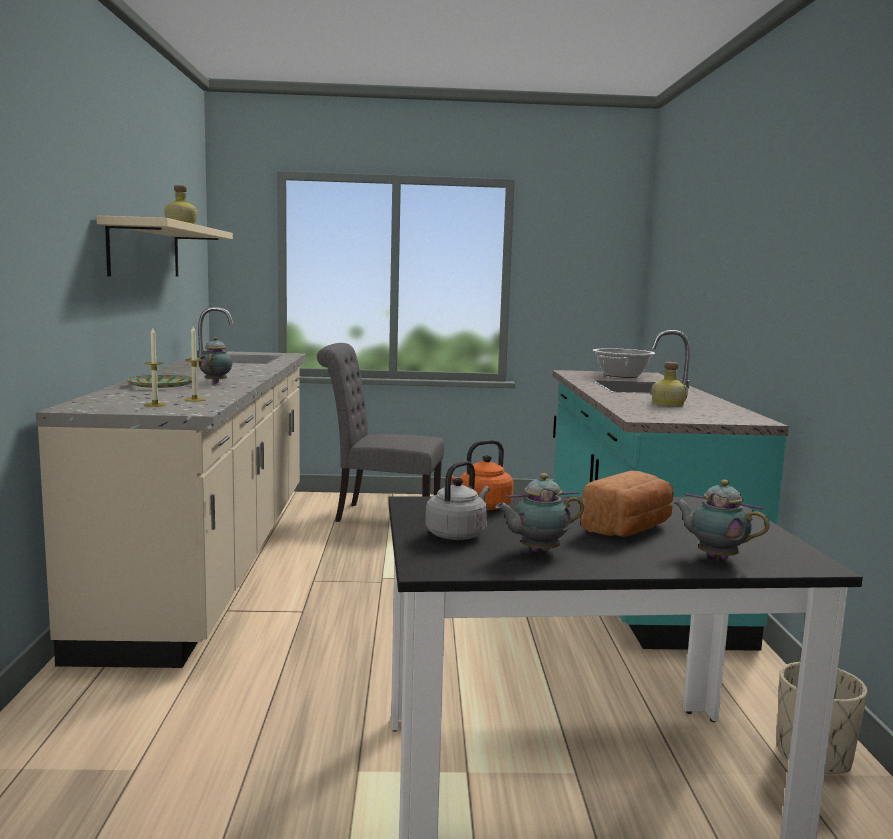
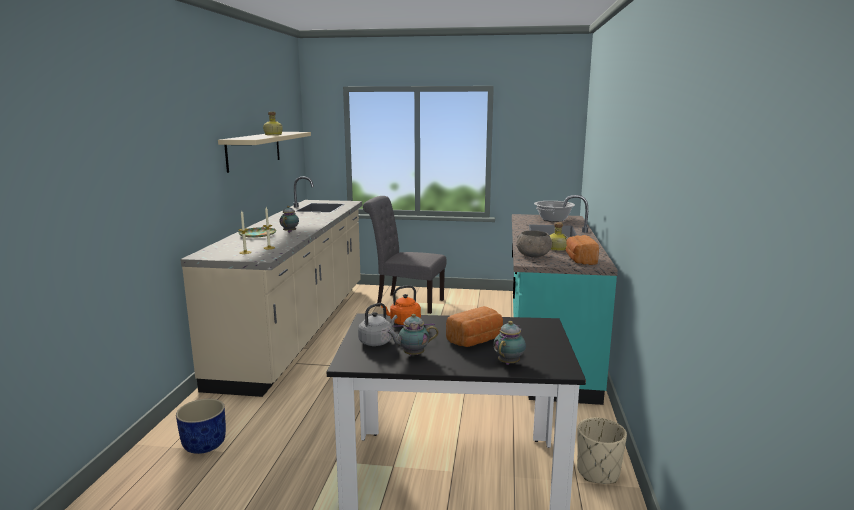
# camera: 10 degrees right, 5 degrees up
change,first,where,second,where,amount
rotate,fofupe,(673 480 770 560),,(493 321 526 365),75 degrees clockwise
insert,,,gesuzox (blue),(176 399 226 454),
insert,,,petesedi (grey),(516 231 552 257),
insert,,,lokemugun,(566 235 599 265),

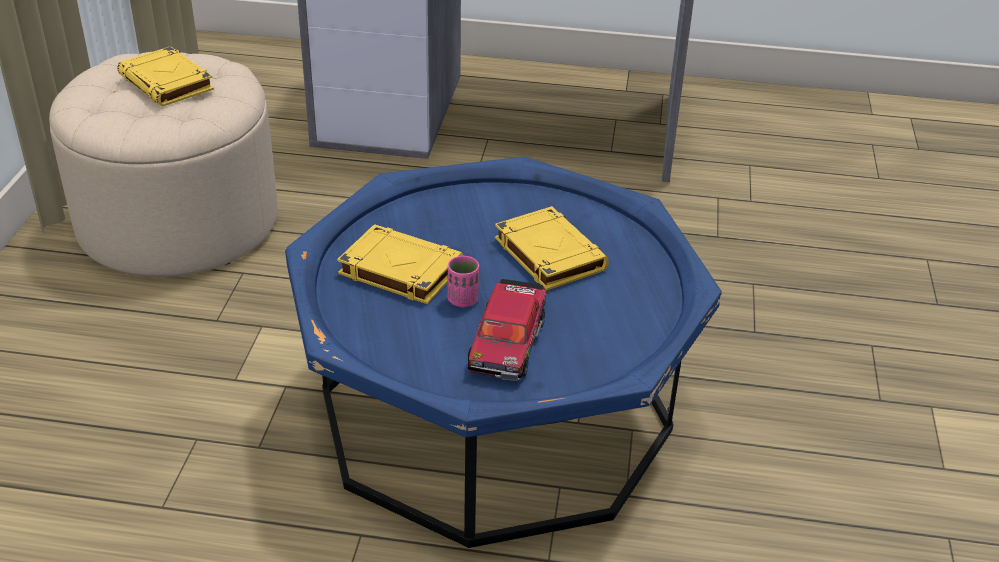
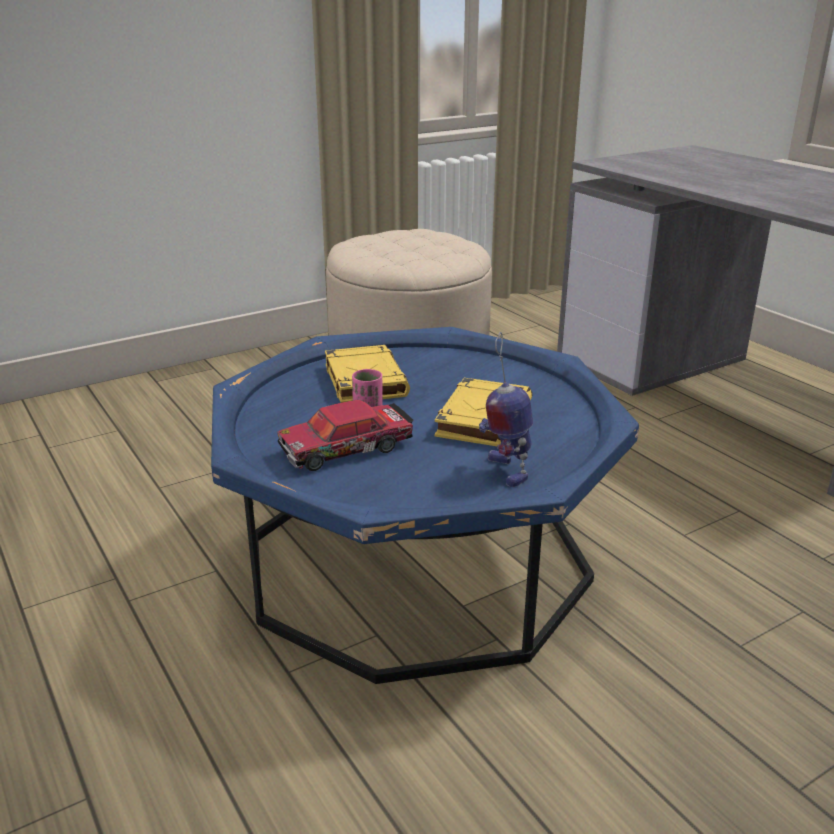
# camera: 50 degrees right, 10 degrees down
change,first,where,second,where,amount
delete,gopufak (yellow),(118 46 214 107),,,
insert,,,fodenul,(479 332 533 487),

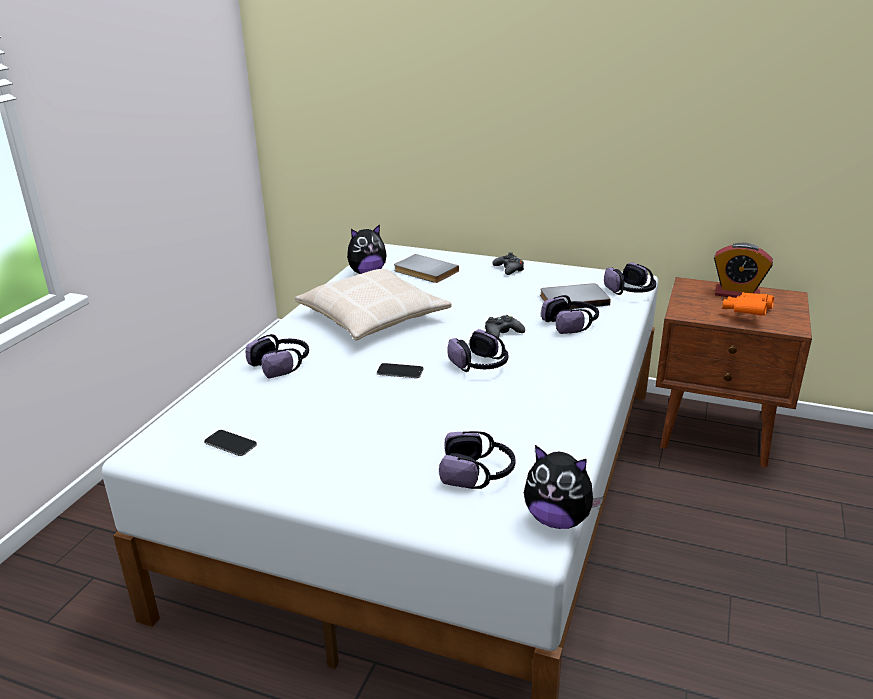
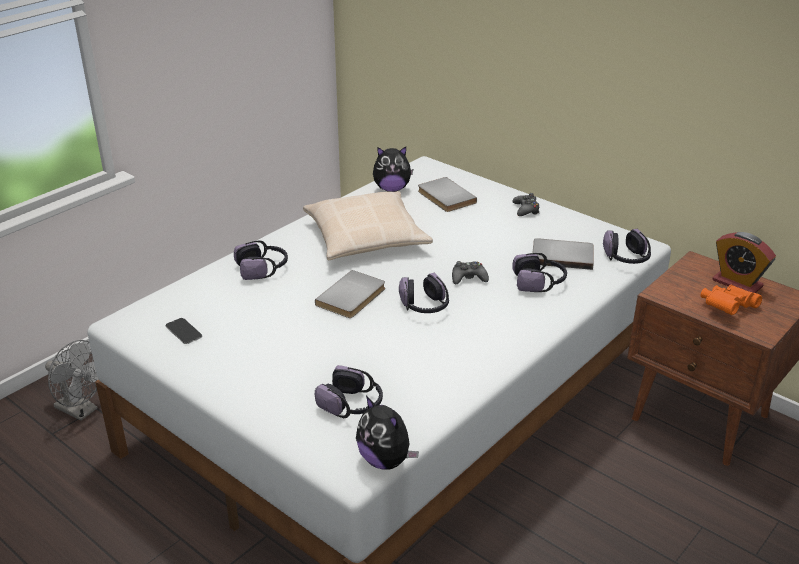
# camera: 20 degrees right, 5 degrees up
change,first,where,second,where,amount
replace,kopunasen,(377 363 423 378),gopufak (grey),(315 270 385 318),
insert,,,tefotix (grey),(45 340 99 421),

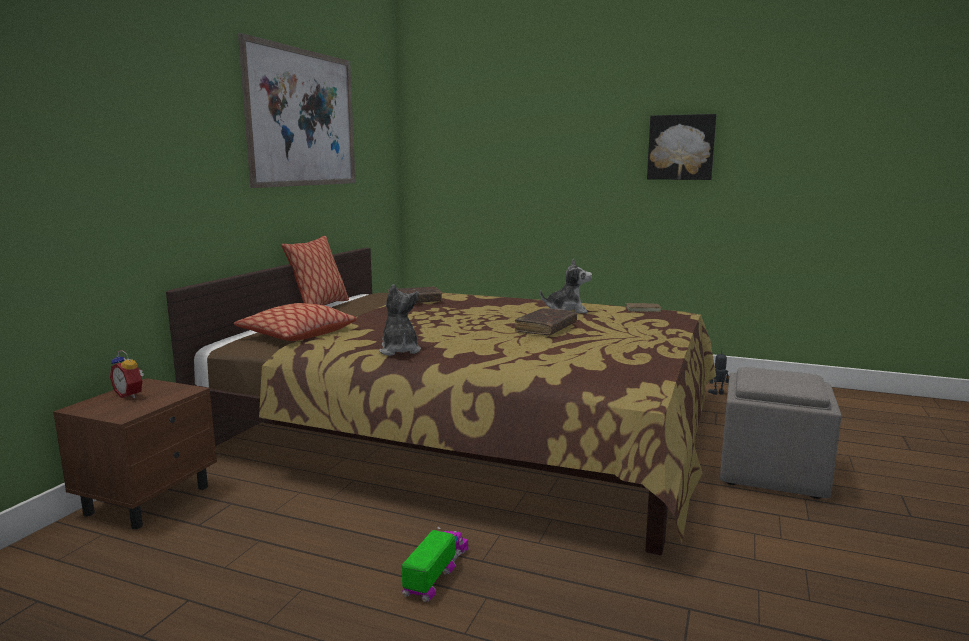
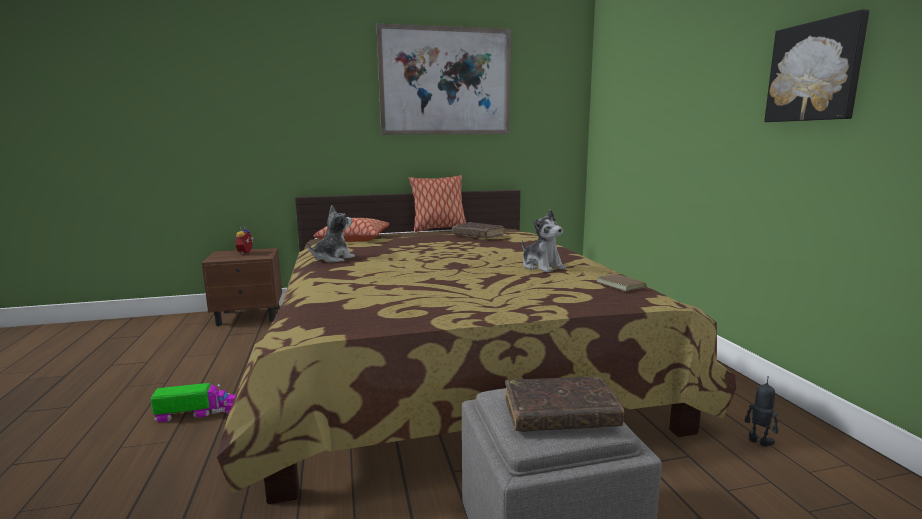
# camera: 55 degrees right, 0 degrees up
change,first,where,second,where,amount
move,gopufak (brown),(515 308 577 335),,(505 377 625 432),

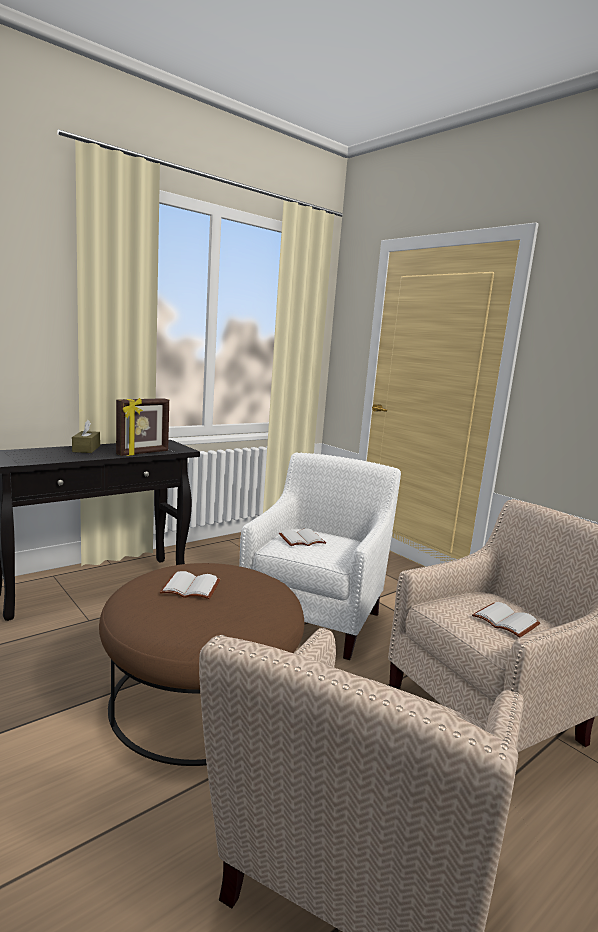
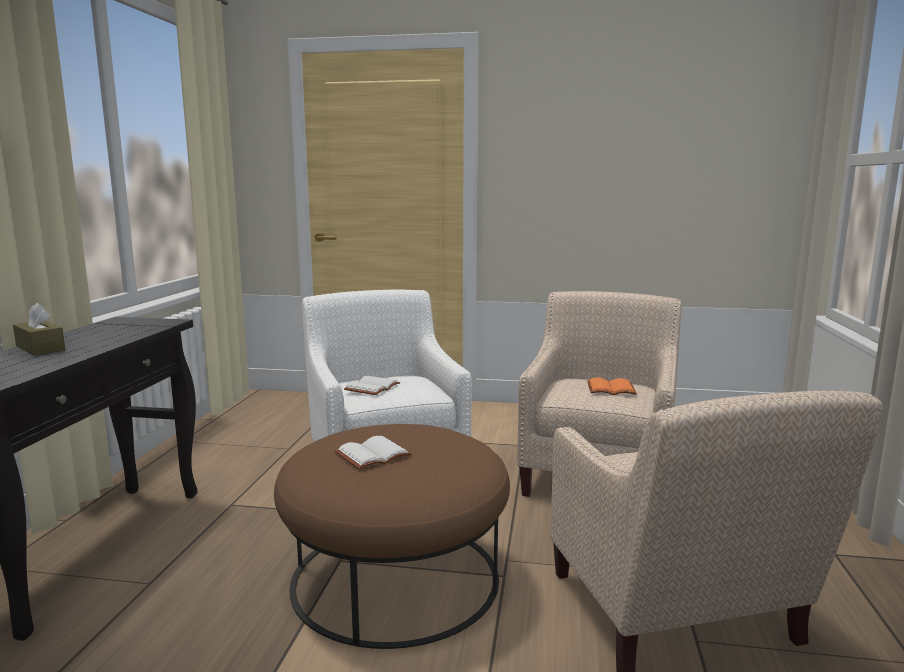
# camera: 40 degrees left, 0 degrees up
change,first,where,second,where,amount
delete,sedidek,(116 398 169 456),,,
recolor,gopufak (white),(472 602 540 638),gopufak (orange),(587 377 637 395),

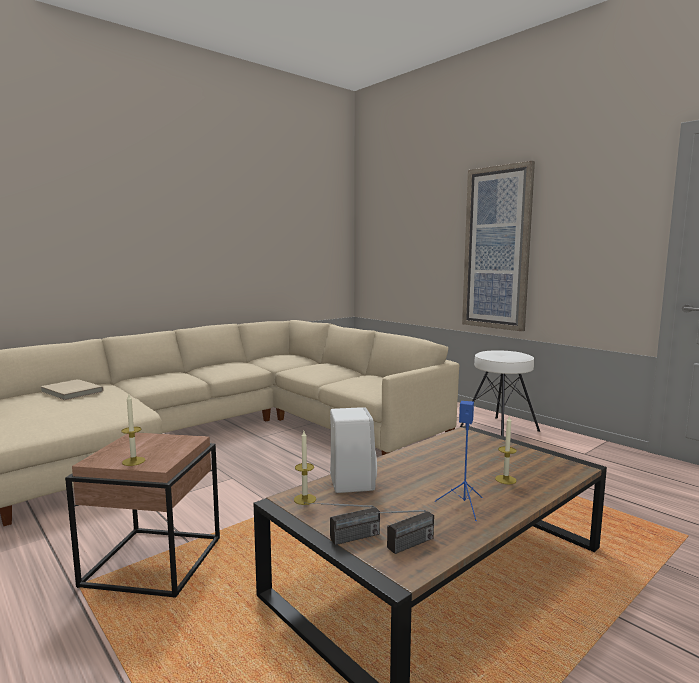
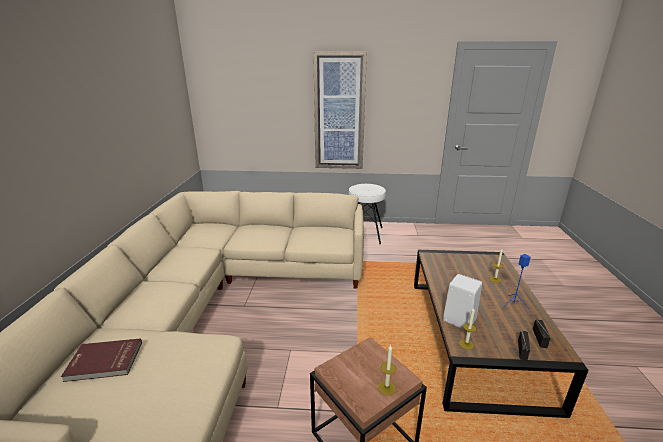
# camera: 45 degrees left, 15 degrees up
change,first,where,second,where,amount
recolor,gopufak (beige),(40 379 104 400),gopufak (red),(61 338 142 382),

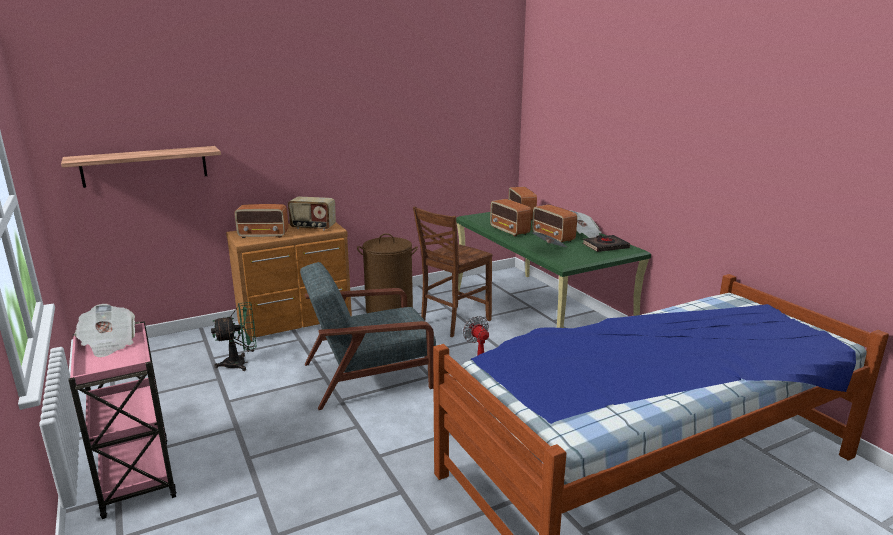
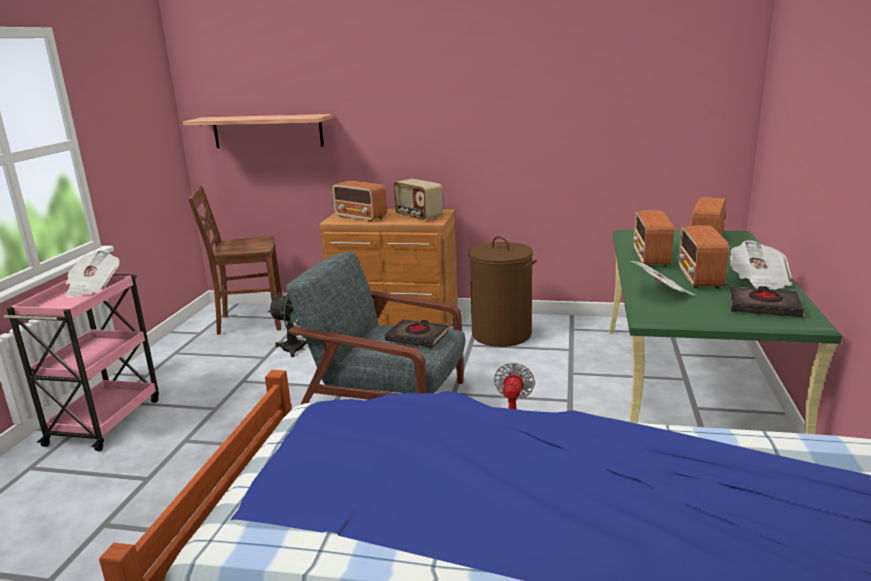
# camera: 40 degrees right, 0 degrees up
change,first,where,second,where,amount
move,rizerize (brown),(413 206 493 337),,(188 186 282 335),
insert,,,gopufak (black),(385 319 448 348),

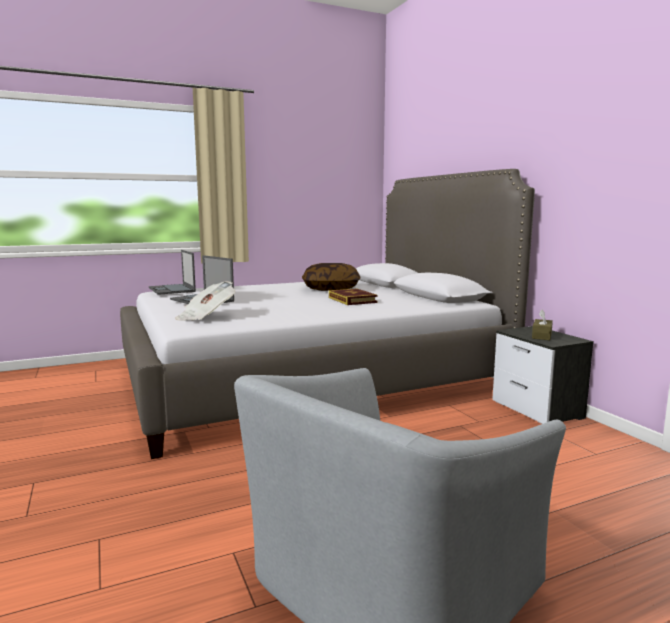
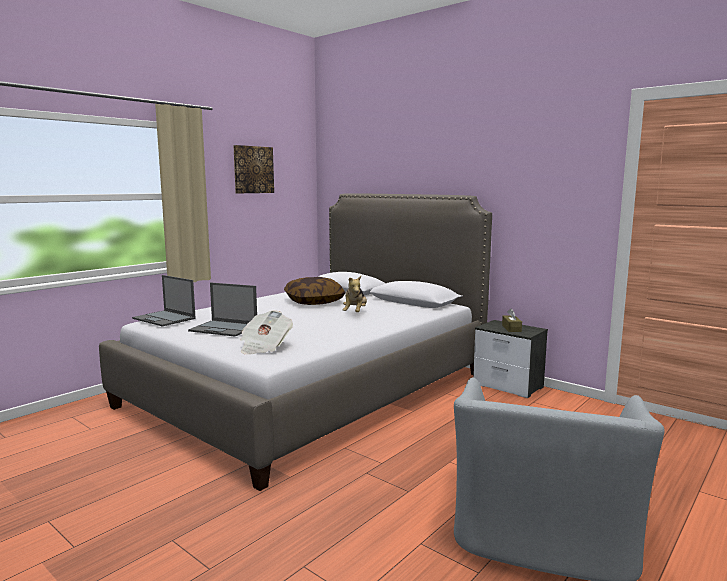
# camera: 25 degrees left, 0 degrees up
change,first,where,second,where,amount
replace,gopufak,(329 289 378 305),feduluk,(343 276 367 312),
insert,,,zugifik,(233 145 274 193),

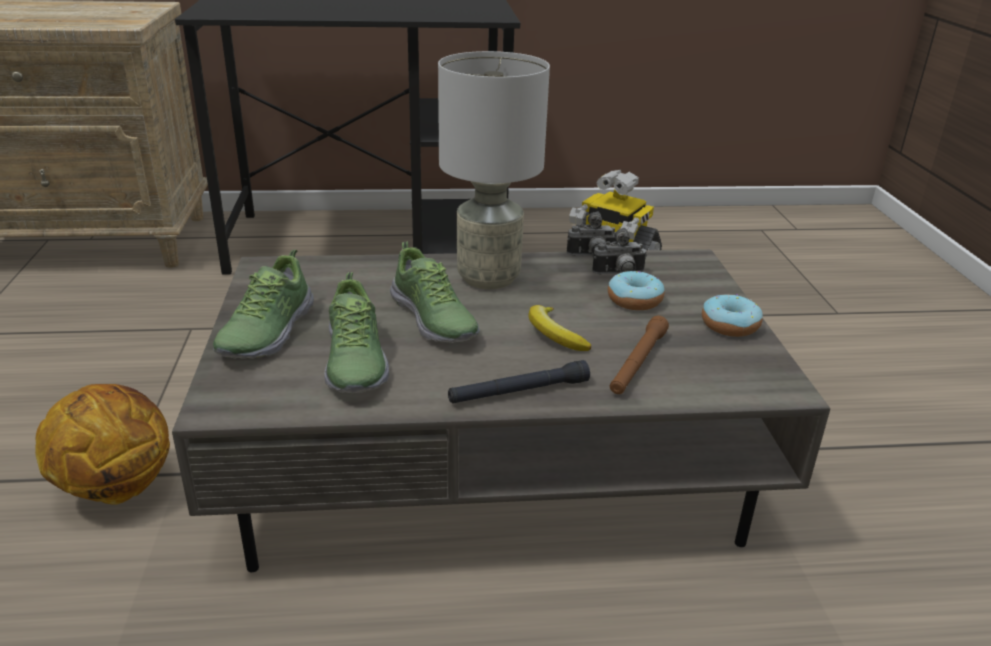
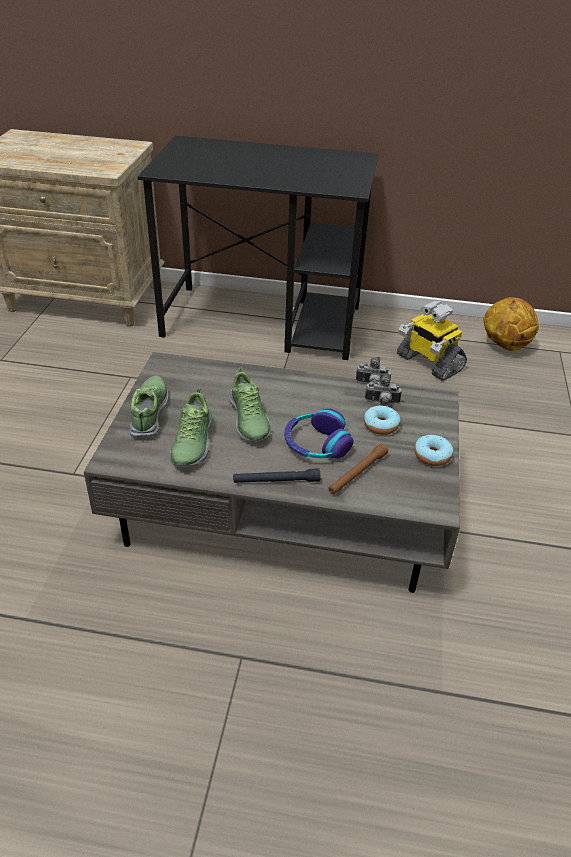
# camera: 15 degrees right, 10 degrees up
change,first,where,second,where,amount
move,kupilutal,(35 384 170 505),,(483 297 539 351),
rotate,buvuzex,(213 249 314 359),,(130 376 169 437),150 degrees clockwise
delete,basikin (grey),(438 51 550 289),,,
replace,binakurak,(528 305 591 351),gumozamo,(284 409 354 458),

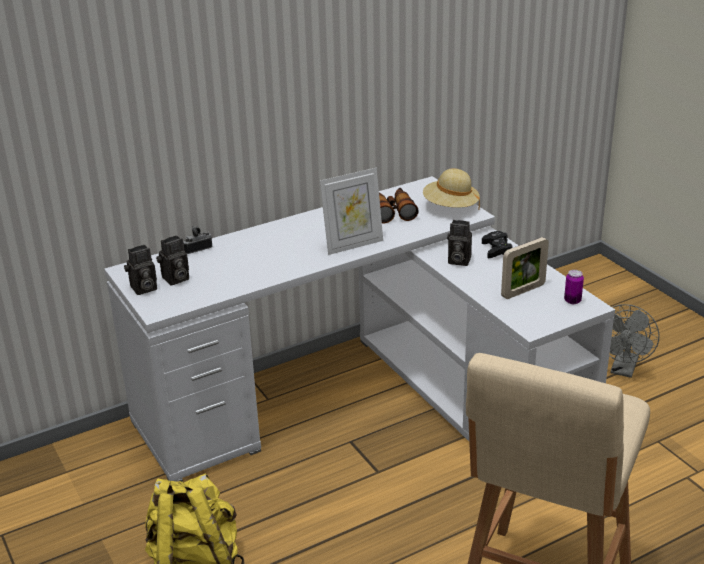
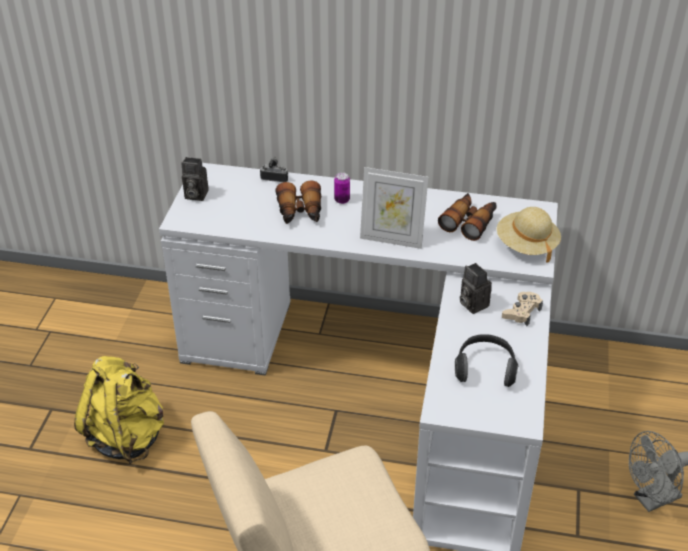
# camera: 40 degrees right, 10 degrees up
change,first,where,second,where,amount
delete,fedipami,(156 235 189 285),,,
recolor,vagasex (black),(482 231 513 258),vagasex (beige),(502 292 543 326),
replace,sedidek,(501 237 549 299),gumozamo,(455 334 519 387),
move,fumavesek,(564 270 584 304),,(334 172 350 204),
insert,,,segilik,(275 180 321 224),

